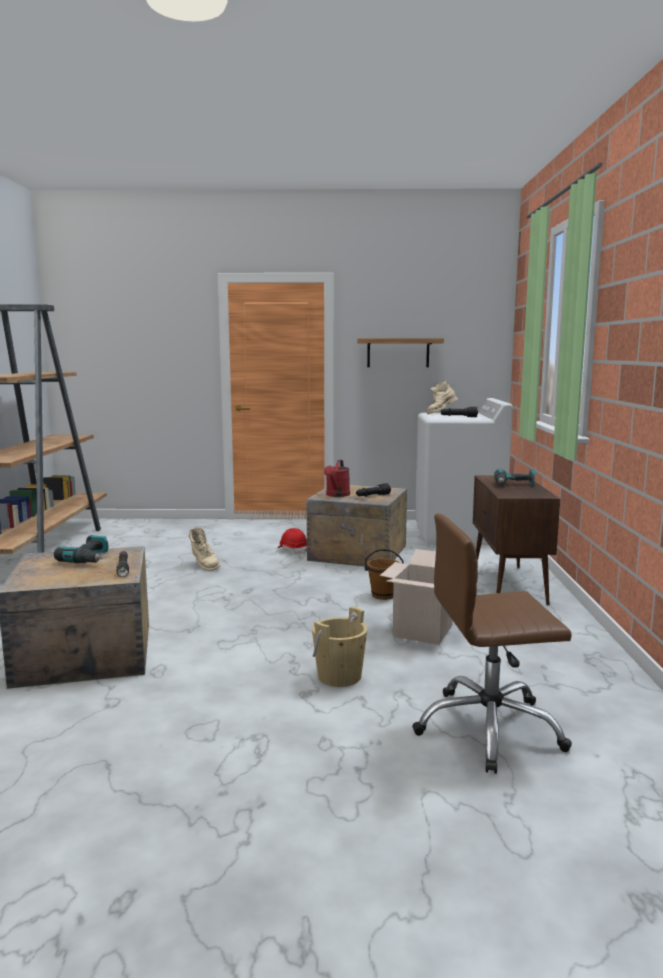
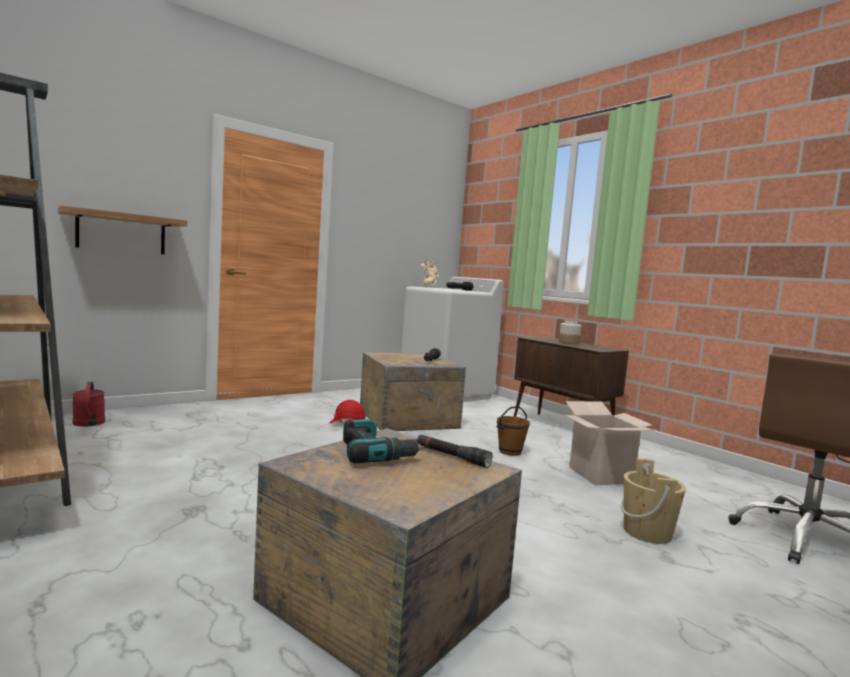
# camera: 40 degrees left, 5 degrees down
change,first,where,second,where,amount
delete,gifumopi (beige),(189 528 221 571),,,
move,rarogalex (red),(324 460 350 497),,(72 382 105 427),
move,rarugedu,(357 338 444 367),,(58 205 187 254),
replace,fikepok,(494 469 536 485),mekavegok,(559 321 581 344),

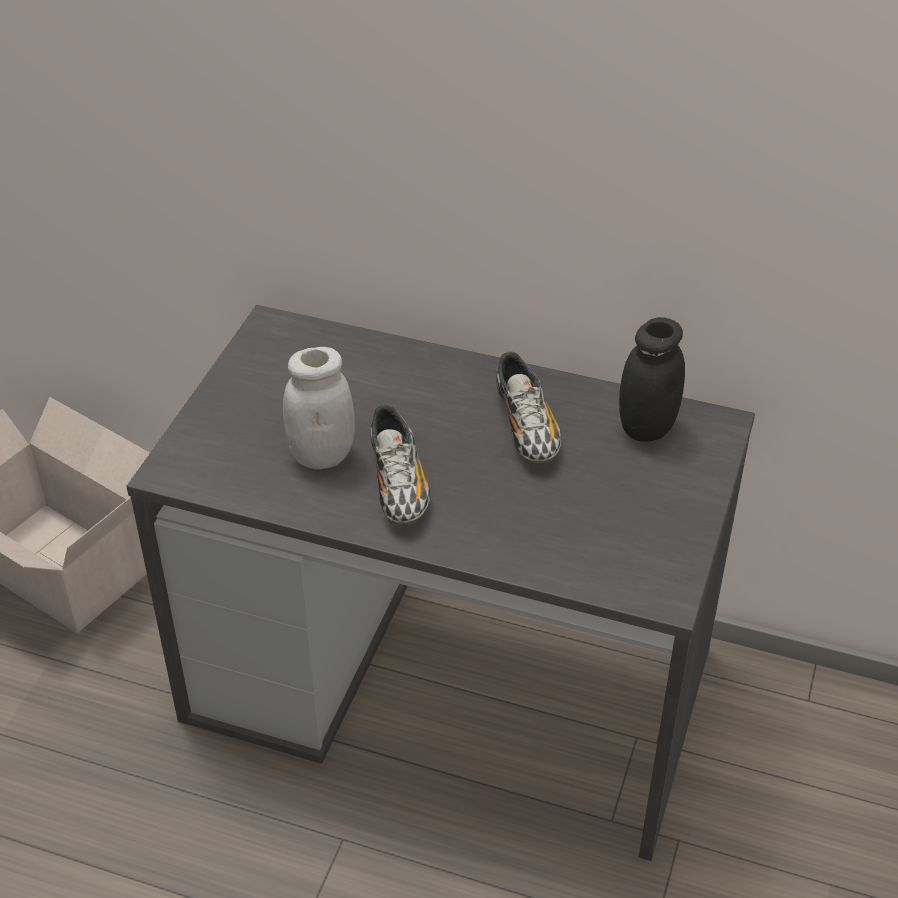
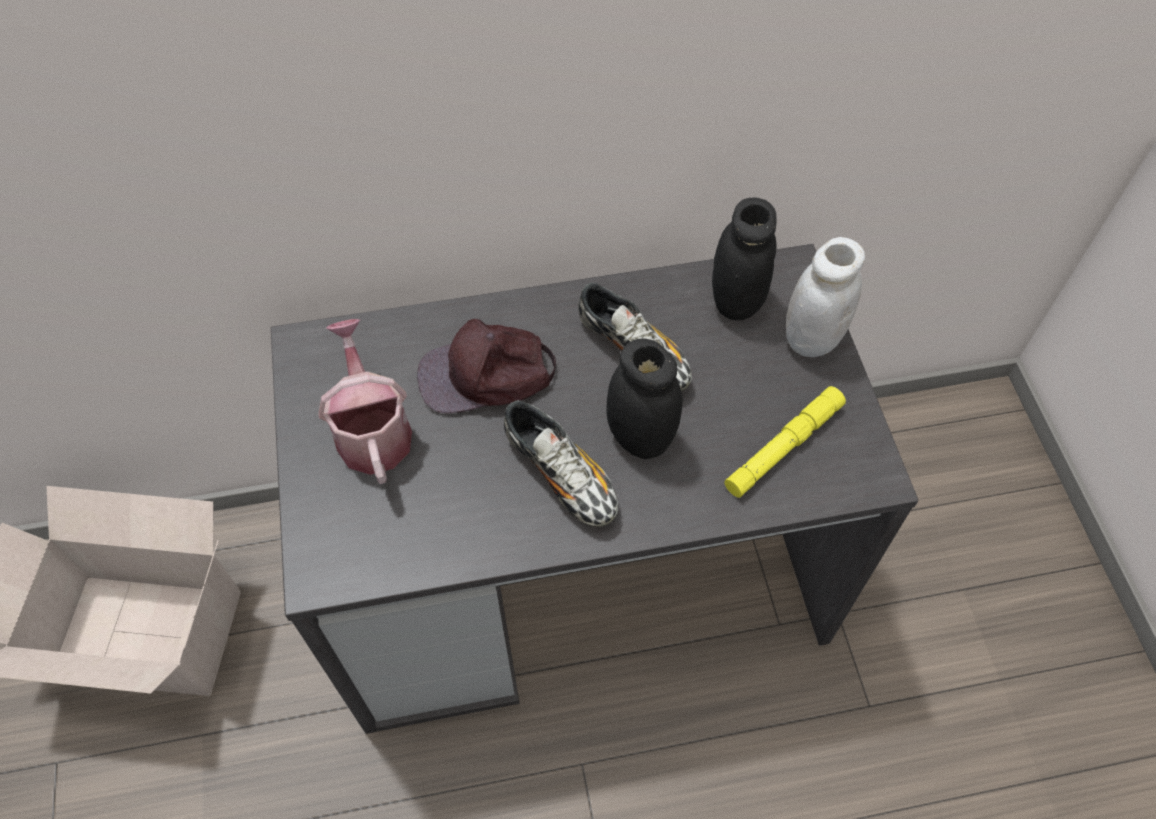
# camera: 30 degrees left, 15 degrees up
change,first,where,second,where,amount
move,mekavegok (white),(283 347 355 469),,(786 237 865 357),
insert,,,rarogalex,(318 319 412 484),
insert,,,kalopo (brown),(417 319 556 413),
insert,,,mekavegok (black),(607 339 683 459),
insert,,,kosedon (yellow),(724 386 846 498),

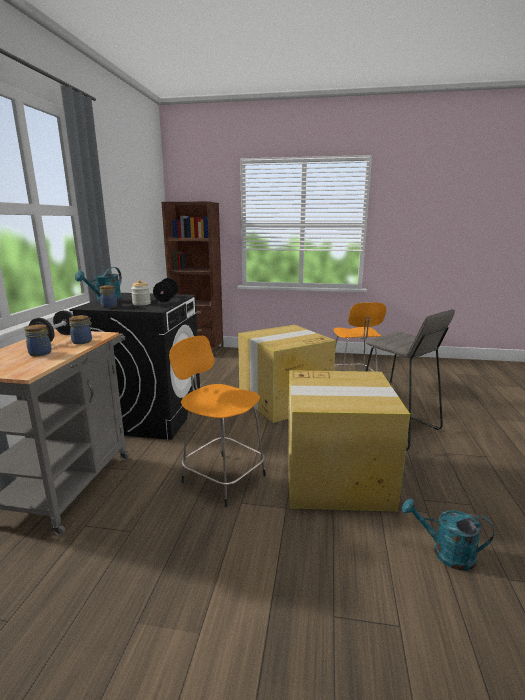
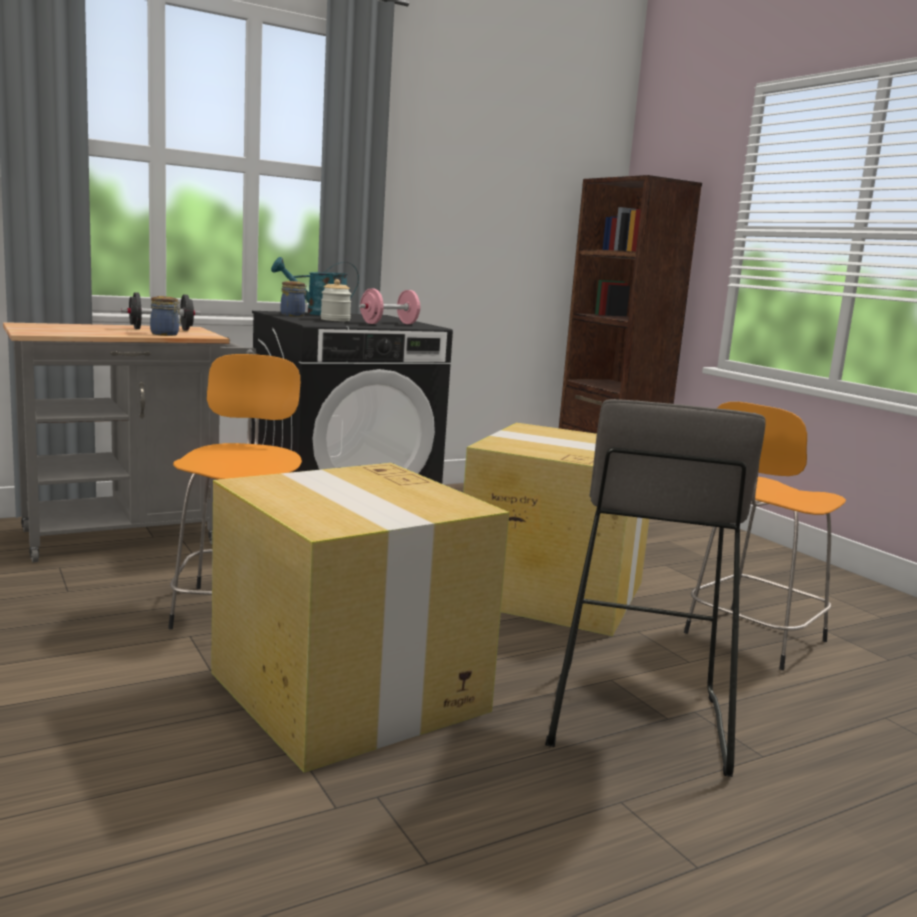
# camera: 50 degrees right, 5 degrees down
change,first,where,second,where,amount
delete,mekavegok,(24 324 51 356),,,
recolor,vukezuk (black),(153 278 179 302),vukezuk (pink),(359 288 420 324),
delete,rarogalex (turquoise),(402 499 494 571),,,

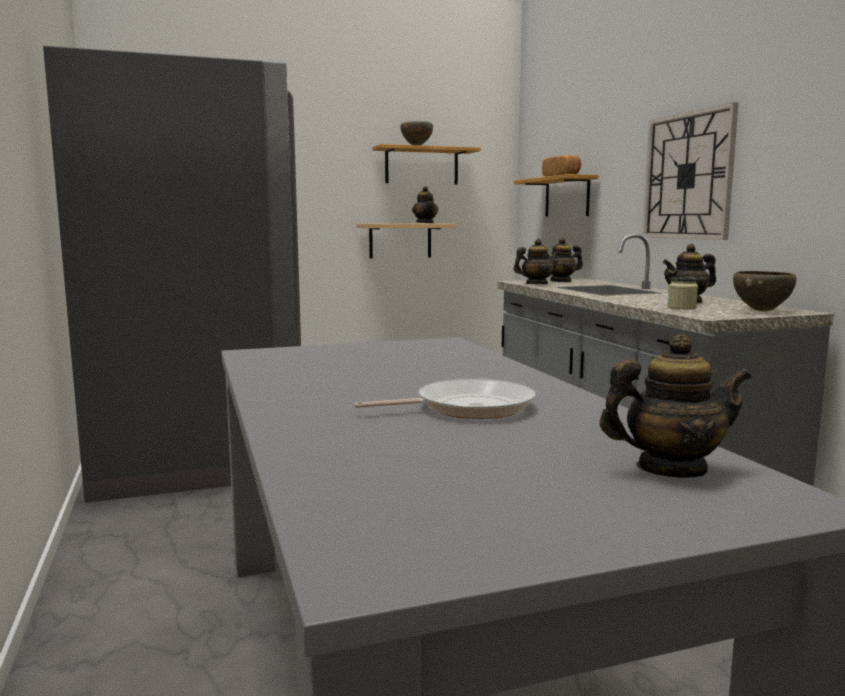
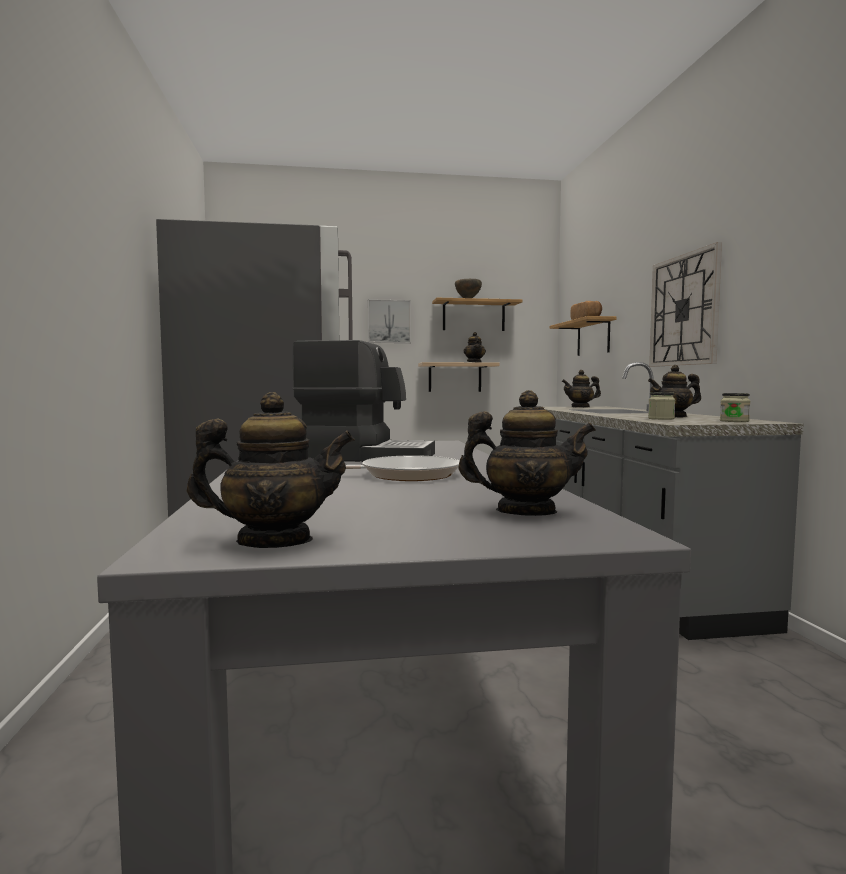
# camera: 10 degrees right, 5 degrees down
change,first,where,second,where,amount
move,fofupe,(513 239 560 284),,(187 392 355 548),
replace,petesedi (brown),(733 271 797 312),mekavegok,(720 393 750 422),
insert,,,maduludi,(292 340 435 462),
insert,,,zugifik,(368 299 411 343),

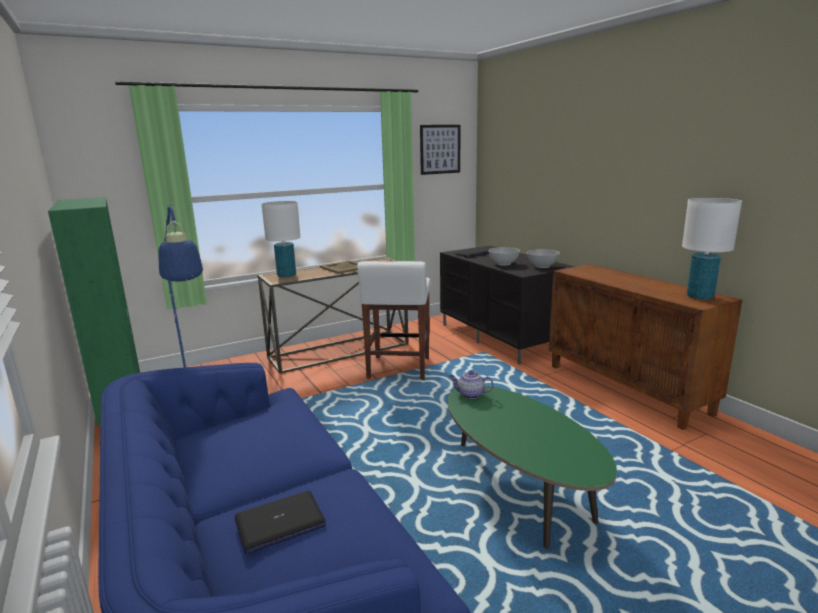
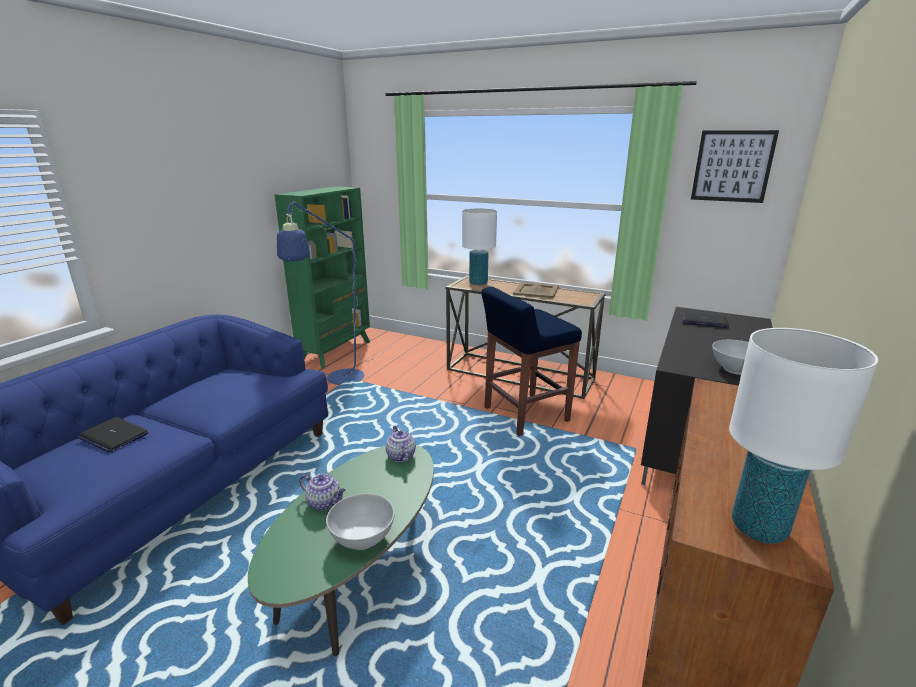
# camera: 55 degrees right, 5 degrees up
change,first,where,second,where,amount
recolor,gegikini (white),(357 261 431 380),gegikini (blue),(481 287 582 436),
move,petesedi (white),(488 247 520 266),,(326 493 395 550),
insert,,,fofupe,(299 474 346 510),

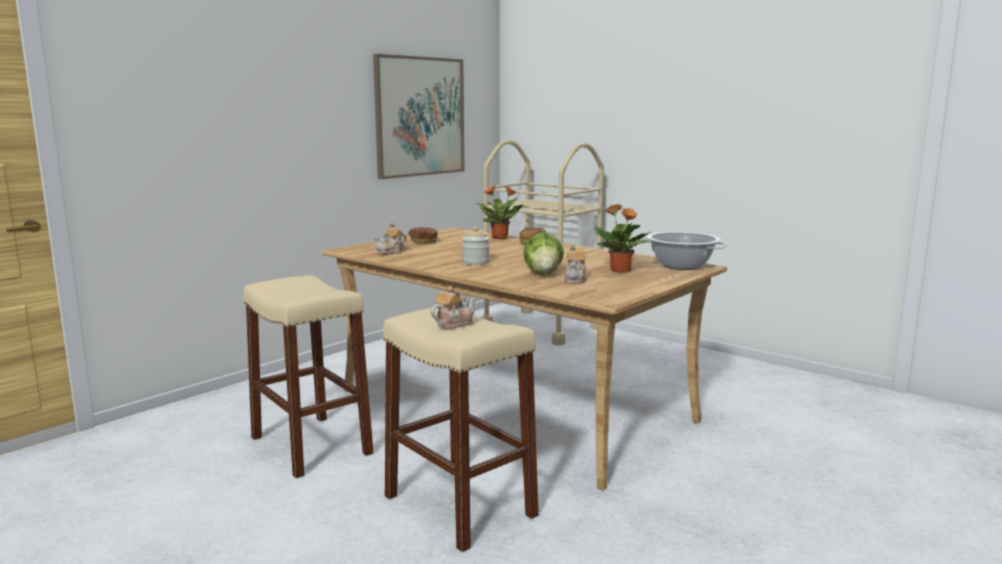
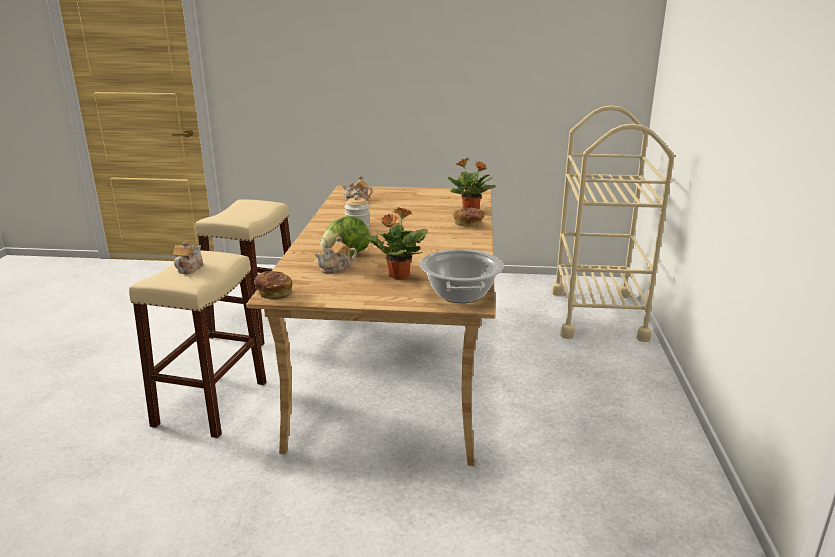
# camera: 55 degrees right, 10 degrees up
change,first,where,second,where,amount
delete,zugifik,(373 54 464 179),,,
move,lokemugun,(408 227 438 244),,(254 271 293 299),
rotate,fofupe,(431 286 476 329),,(173 241 204 274),90 degrees counterclockwise

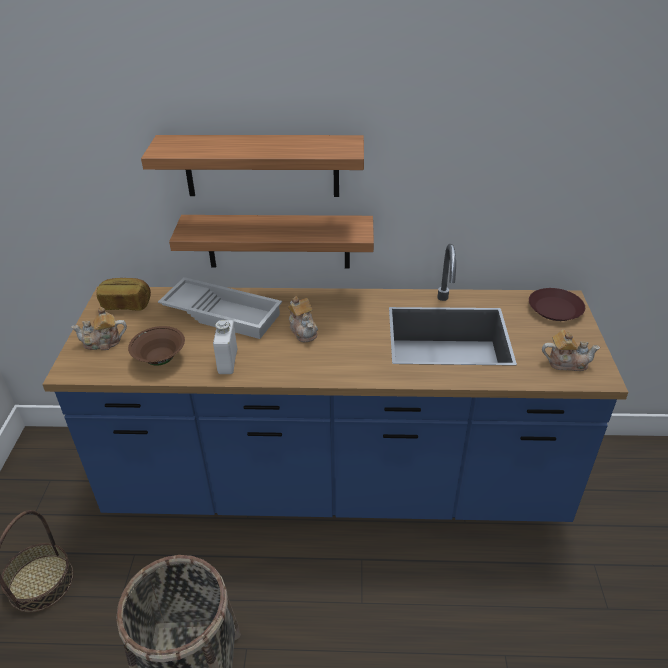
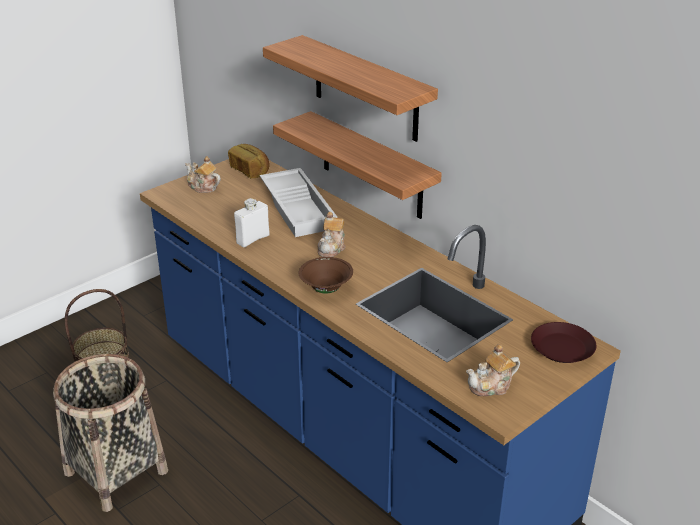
# camera: 45 degrees right, 5 degrees down
change,first,where,second,where,amount
move,petesedi (brown),(128 326 185 366),,(299 257 353 293),
rotate,fofupe,(542 330 600 371),,(466 344 520 396),105 degrees clockwise

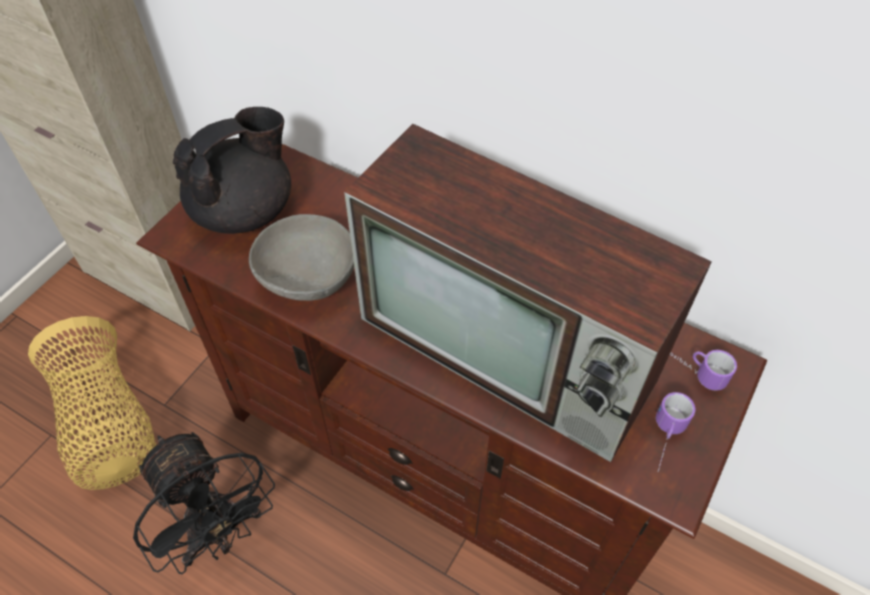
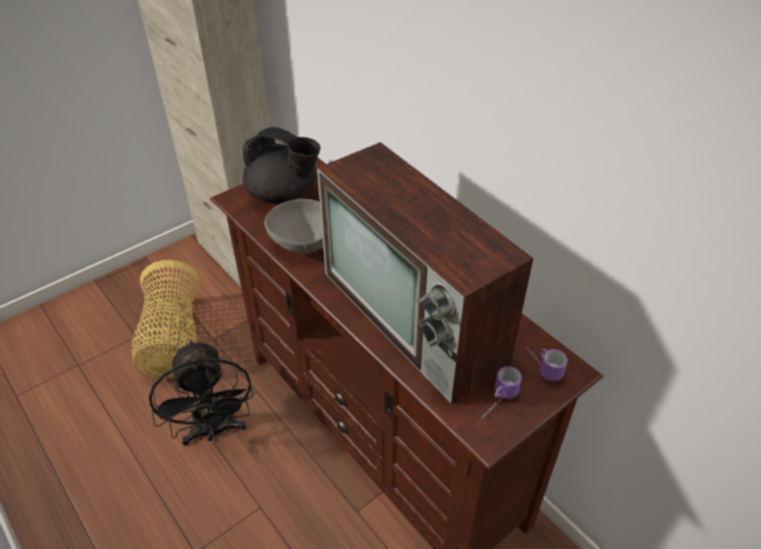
# camera: 20 degrees right, 10 degrees down
change,first,where,second,where,amount
rotate,fofupe (black),(173 107 291 234),,(243 127 321 204),45 degrees clockwise

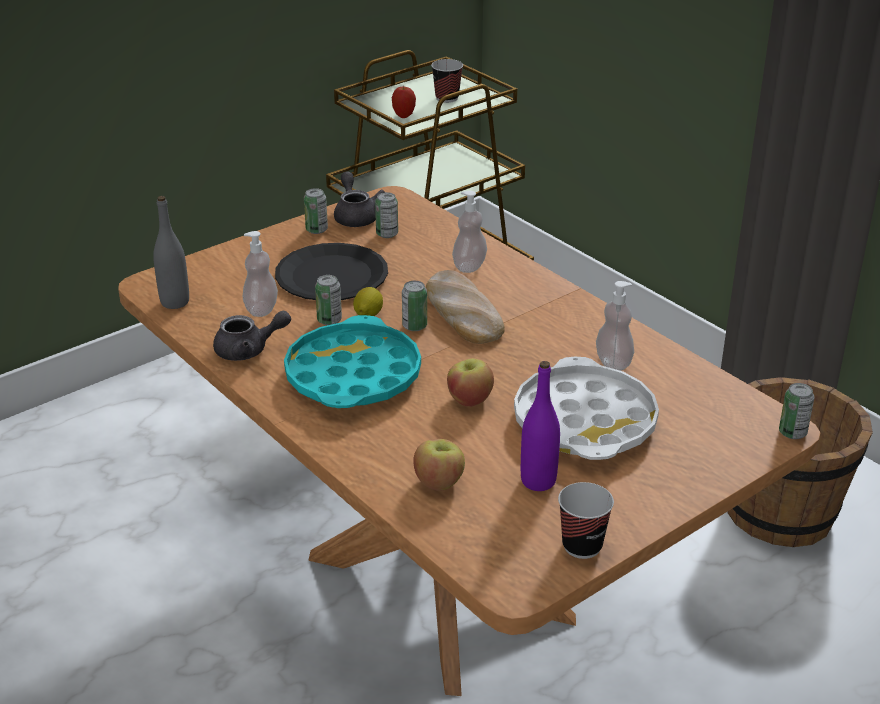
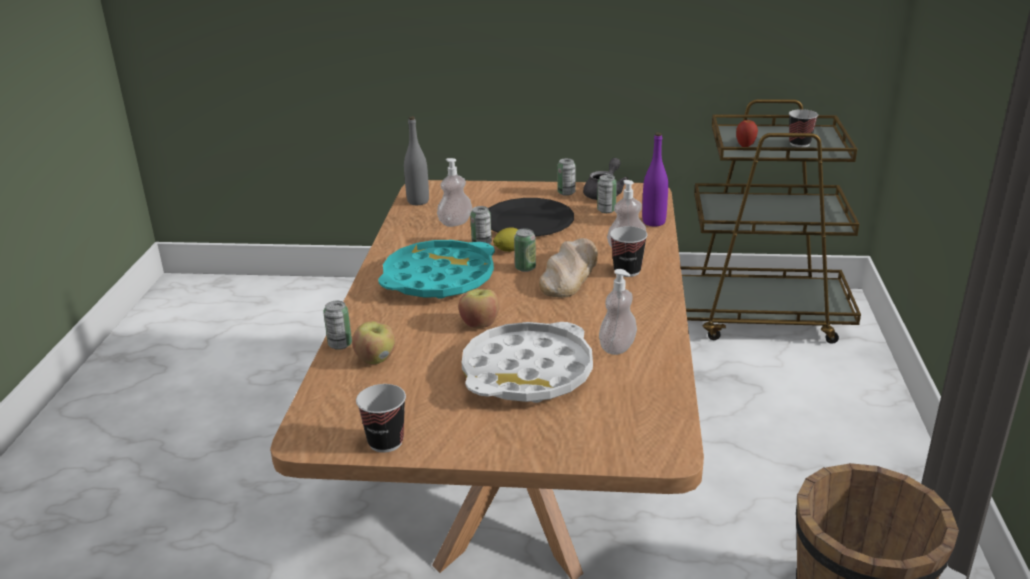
# camera: 45 degrees right, 5 degrees down
change,first,where,second,where,amount
delete,fofupe (grey),(213 311 291 361),,,
move,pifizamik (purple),(521 361 560 491),,(642 133 668 227),
move,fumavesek,(779 383 814 439),,(323 301 352 350),
insert,,,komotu,(610 226 647 277),

